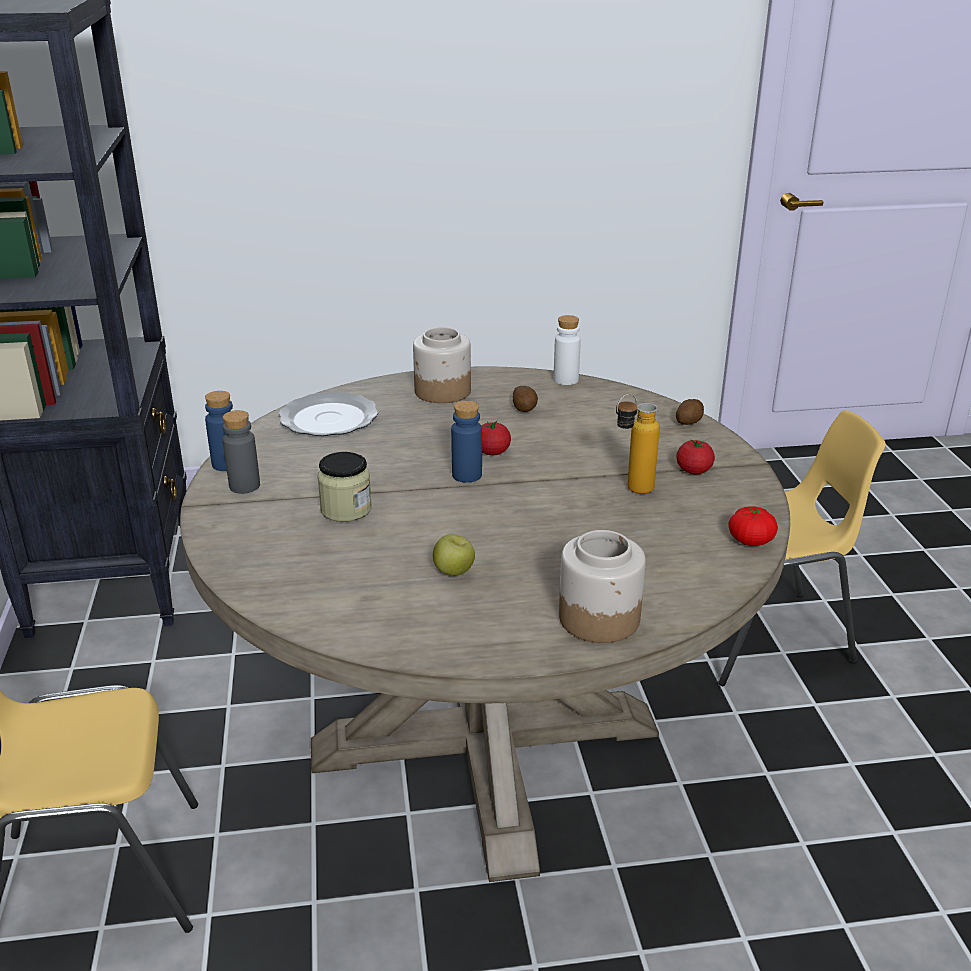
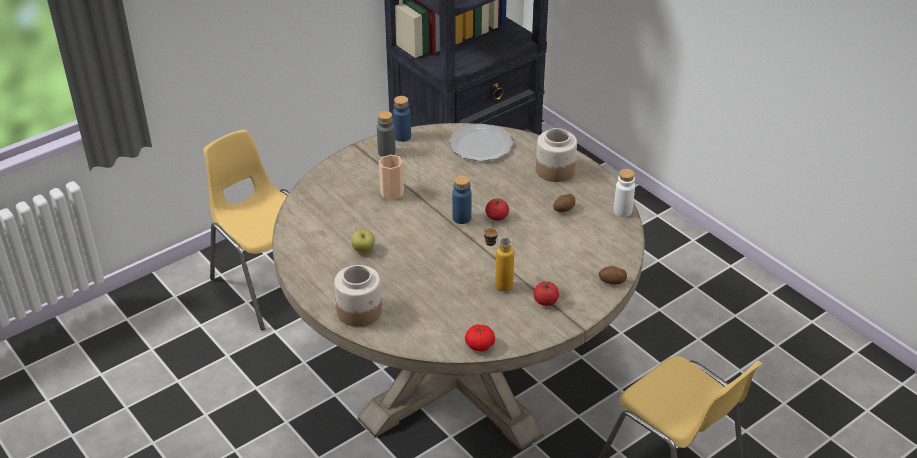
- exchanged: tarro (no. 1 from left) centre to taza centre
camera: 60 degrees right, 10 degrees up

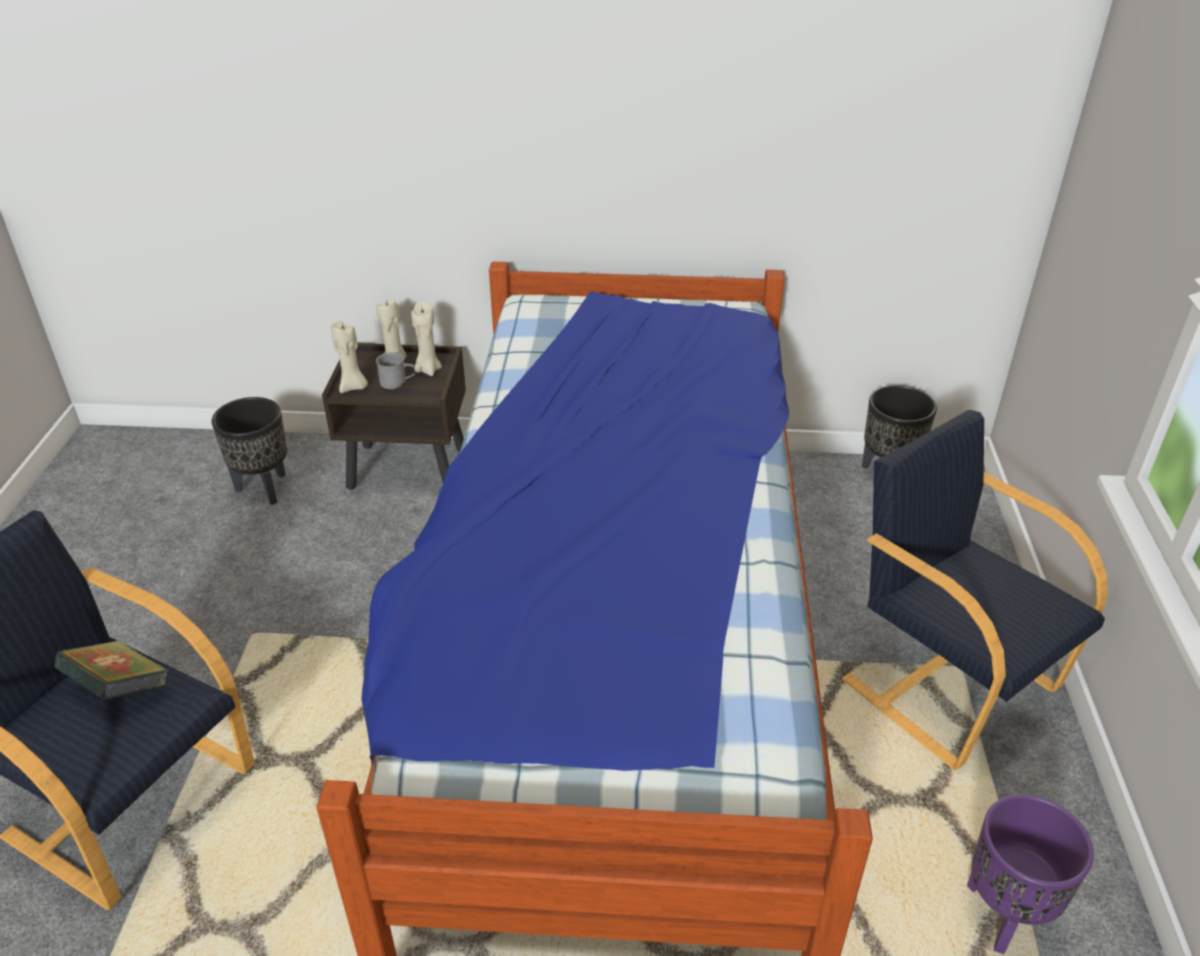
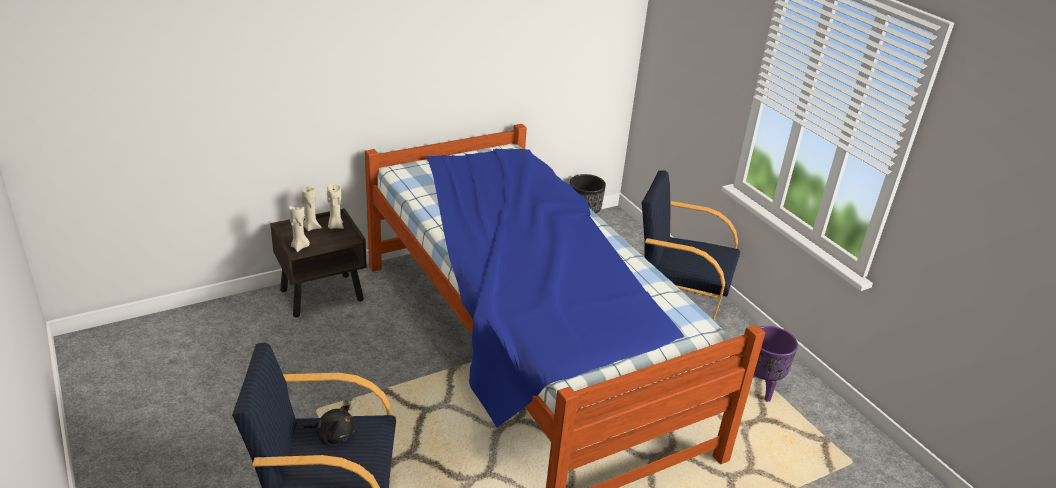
- missing: taza grande (gris) middle left
- missing: maceta (negro) (no. 1 from left) middle left
- exchanged: libro bottom left to peluche (negro) bottom left
camera: 35 degrees left, 5 degrees down

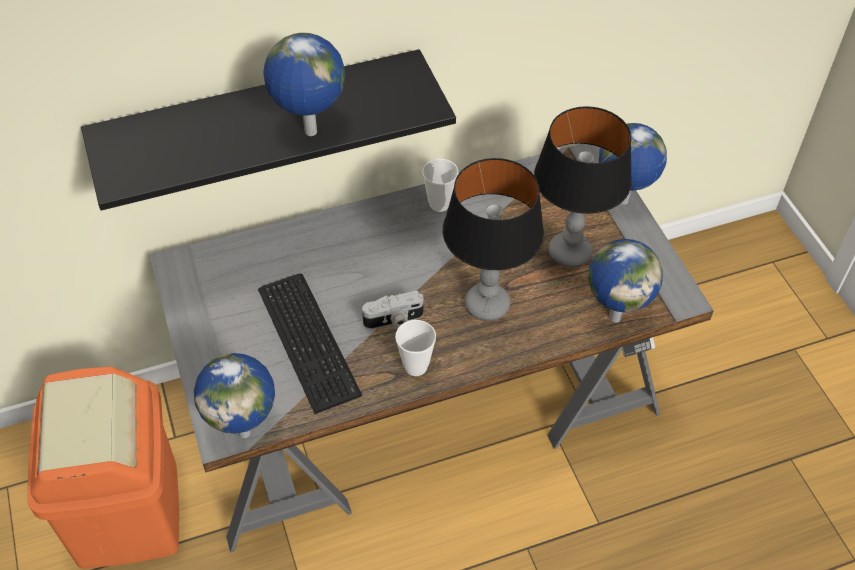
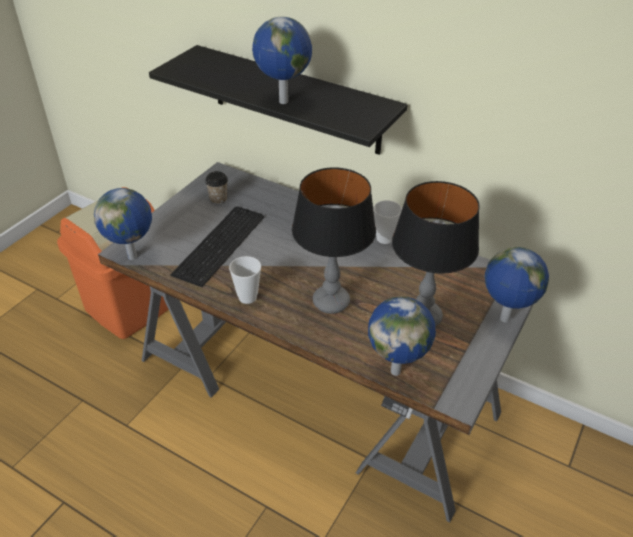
- missing: cámara centre
- appeared: taza (no. 1 from left) centre
camera: 50 degrees right, 10 degrees down

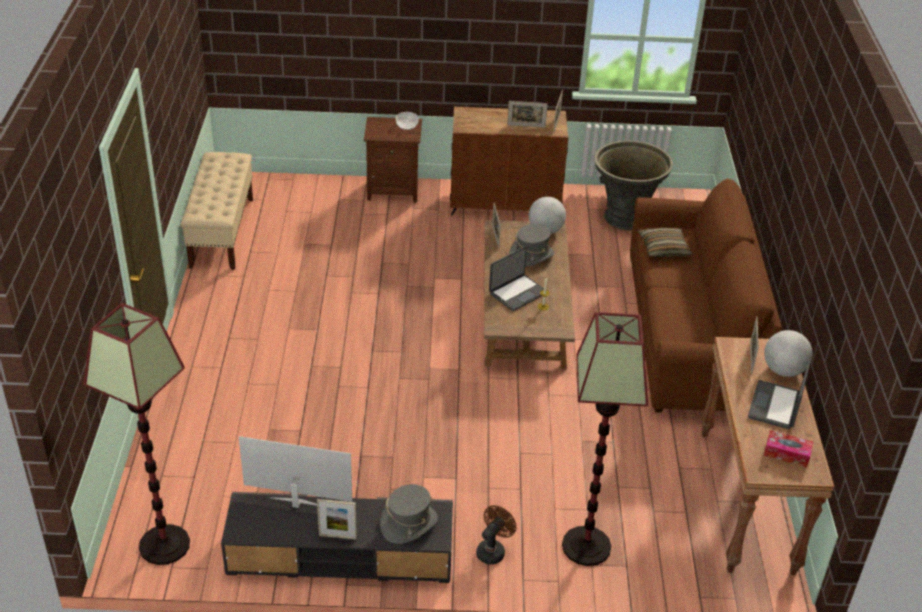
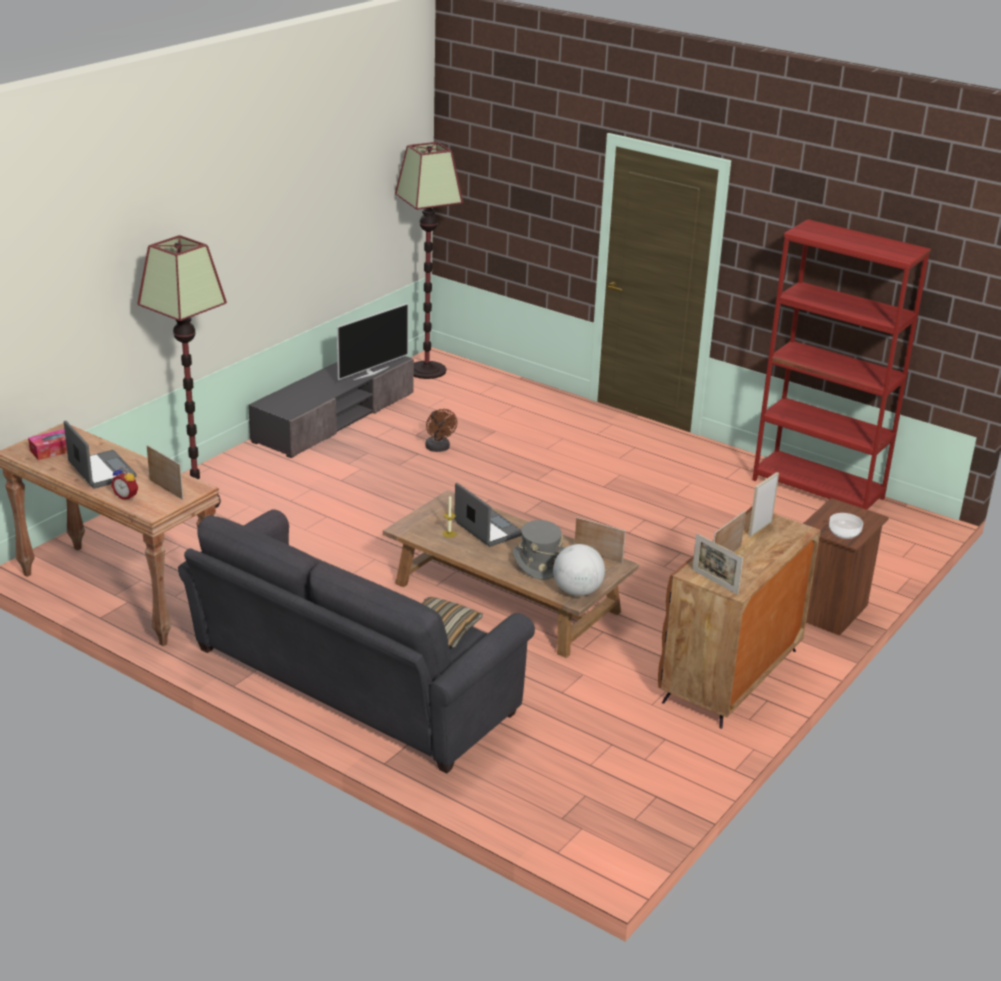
- missing: maceta (gris) top right
- exchanged: banco (beis) middle left to estantería (rojo) middle right
- colour: sofá (marrón) middle right to sofá (gris) centre
- spun: portátil (no. 1 from left in the first image) centre = centre 150 degrees clockwise
- exchanged: globo terráqueo (no. 2 from left) middle right to despertador middle left
- missing: sombrero (gris) (no. 1 from left) bottom centre
- relocated: portarretratos (no. 1 from left in the first image) bottom centre to portarretratos (no. 5 from left) middle right
- relocated: ventilador (marrón) bottom centre to centre
camera: 125 degrees right, 10 degrees down

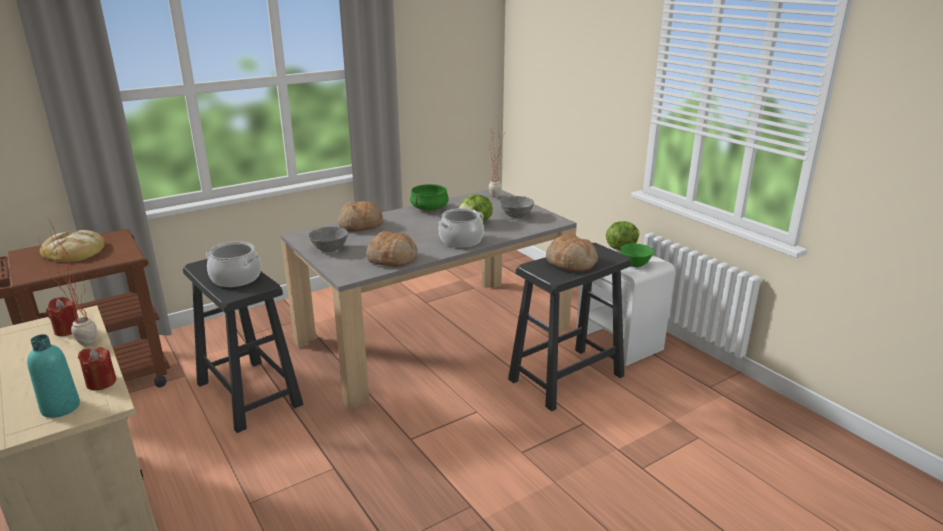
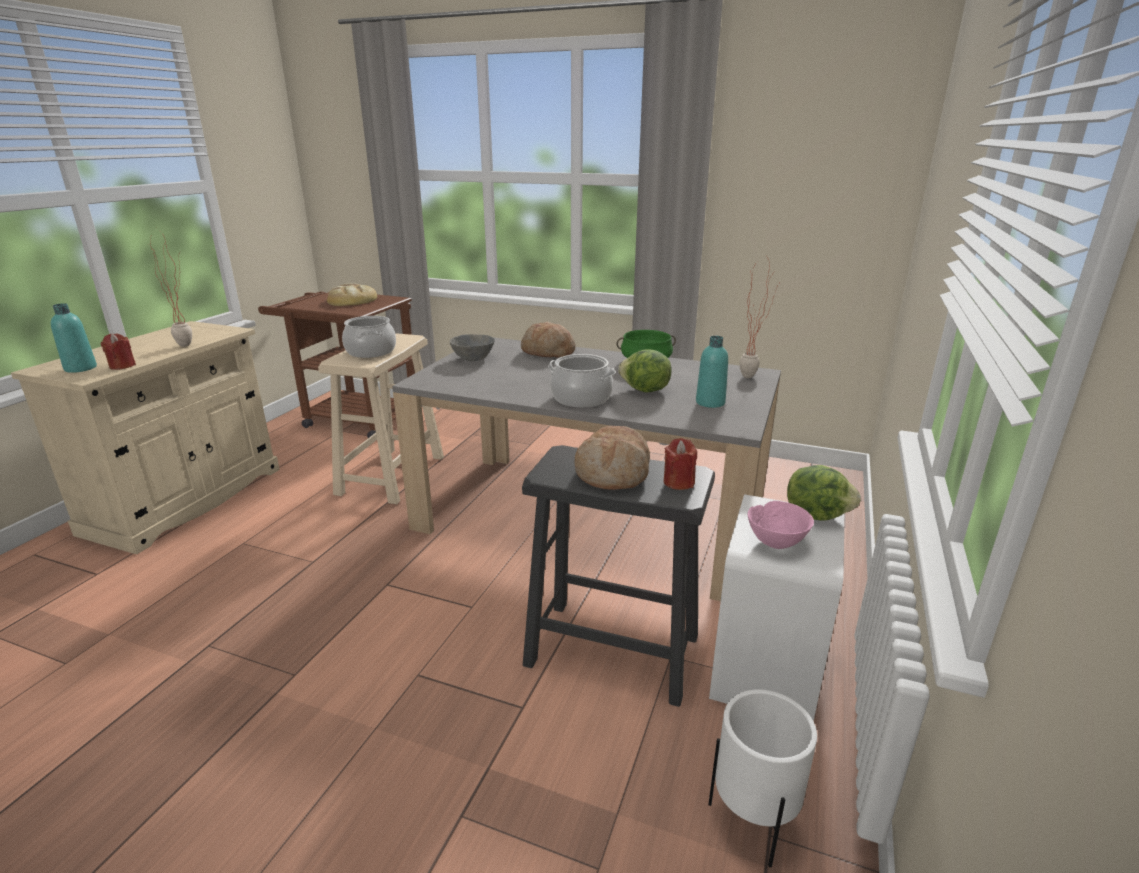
- exchanged: cuenco (gris) (no. 2 from left) centre to botella (turquesa) (no. 2 from left) centre
- missing: pan (no. 3 from left) centre
- colour: cuenco (verde) middle right to cuenco (rosa) middle right
- colour: taburete (negro) (no. 1 from left) middle left to taburete (beis) centre
- relocated: vela (rojo) (no. 1 from left in the first image) middle left to vela (rojo) (no. 2 from left) centre
- appeared: maceta (blanco) bottom right
camera: 55 degrees right, 0 degrees up

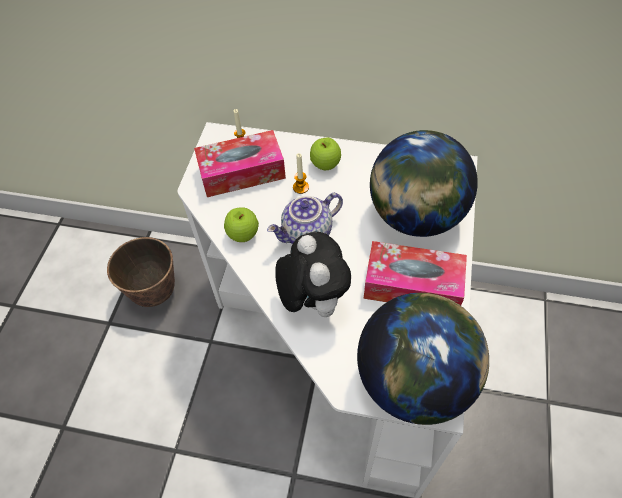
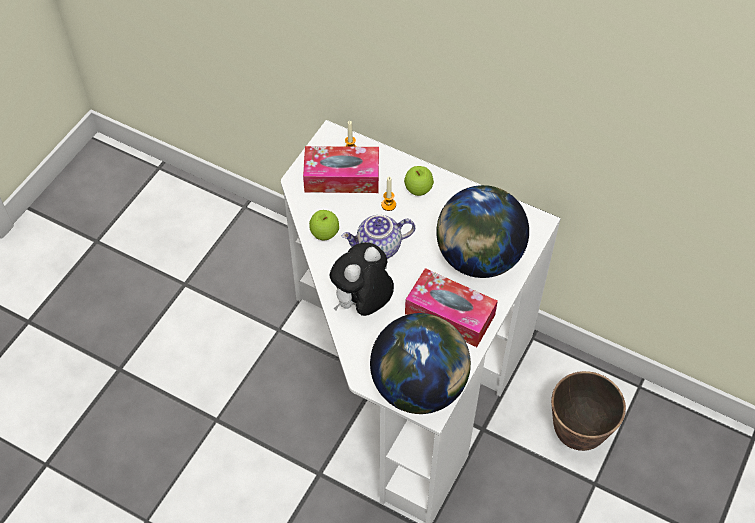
- spun: peluche centre = centre 135 degrees counterclockwise
- relocated: maceta middle left to bottom right
camera: 15 degrees right, 0 degrees up

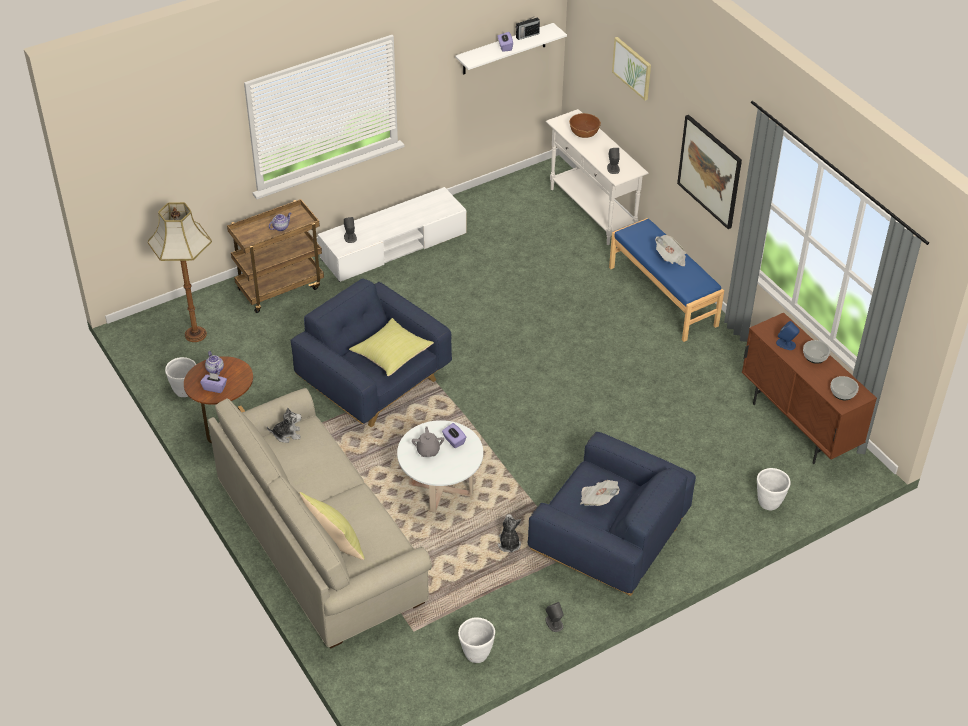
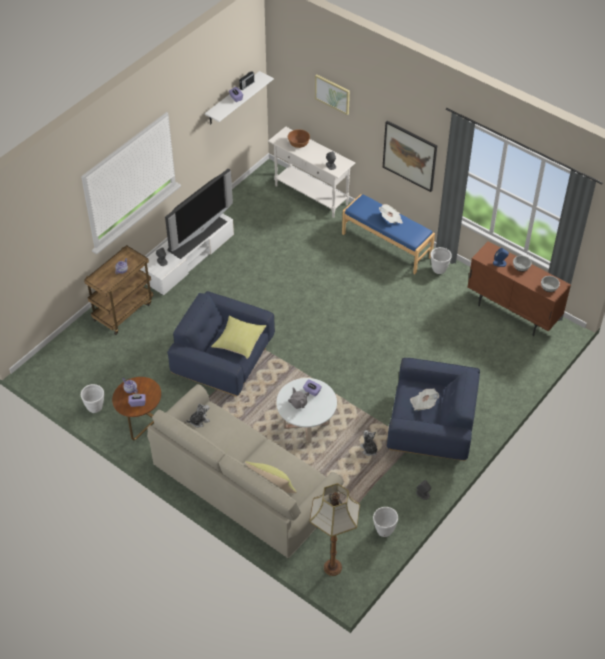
- relocated: lámpara de pie middle left to bottom centre
- relocated: maceta (blanco) (no. 3 from left) bottom right to middle right
- appeared: televisor top left
camera: 20 degrees left, 5 degrees up

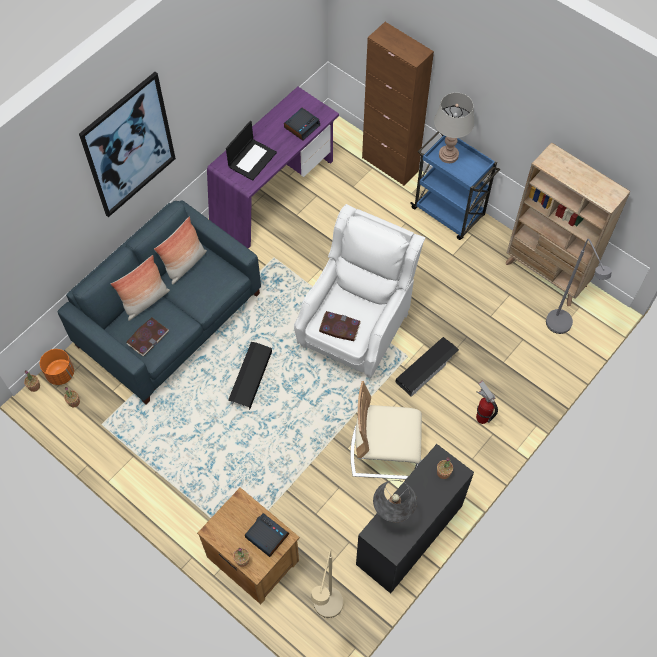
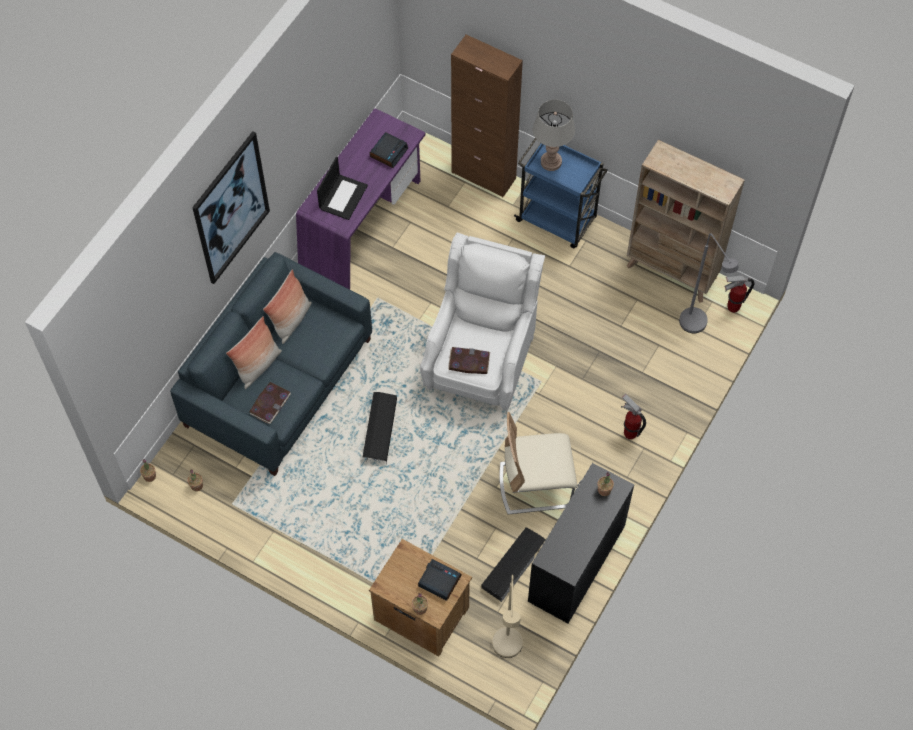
- relocated: caja de almacenaje (negro) (no. 2 from left) centre to bottom centre
- missing: maceta (naranja) middle left
- missing: lámpara de mesa (gris) (no. 1 from left) bottom centre
- appeared: extintor (no. 2 from left) middle right
camera: 10 degrees left, 0 degrees up

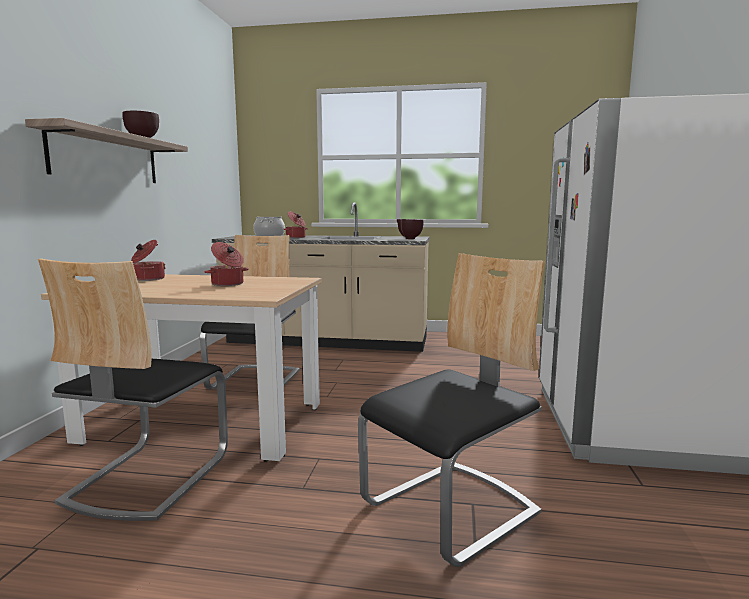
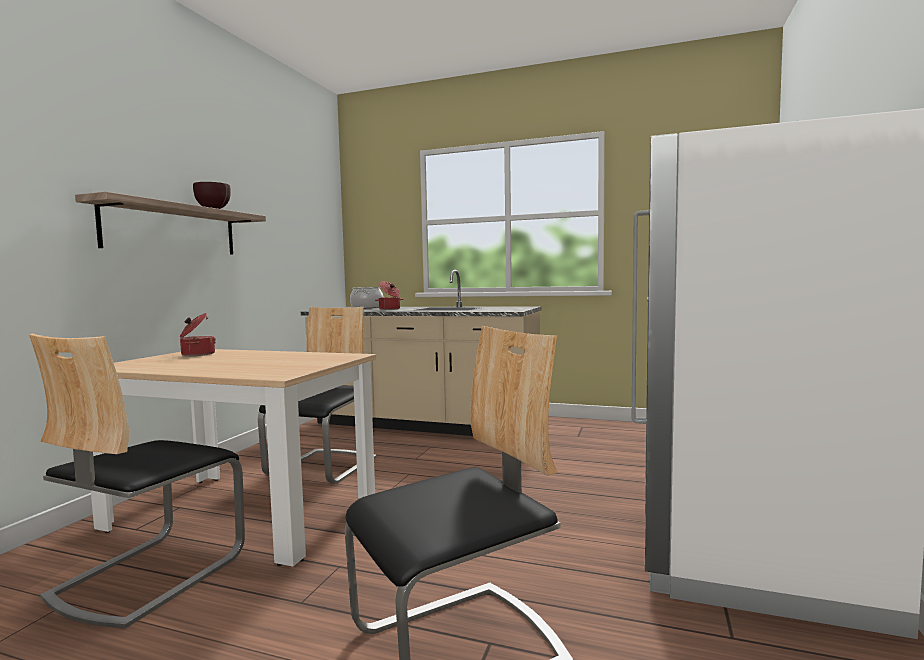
- missing: cuenco (marrón) (no. 2 from left) centre
- missing: olla (no. 2 from left) middle left
camera: 10 degrees right, 5 degrees down

